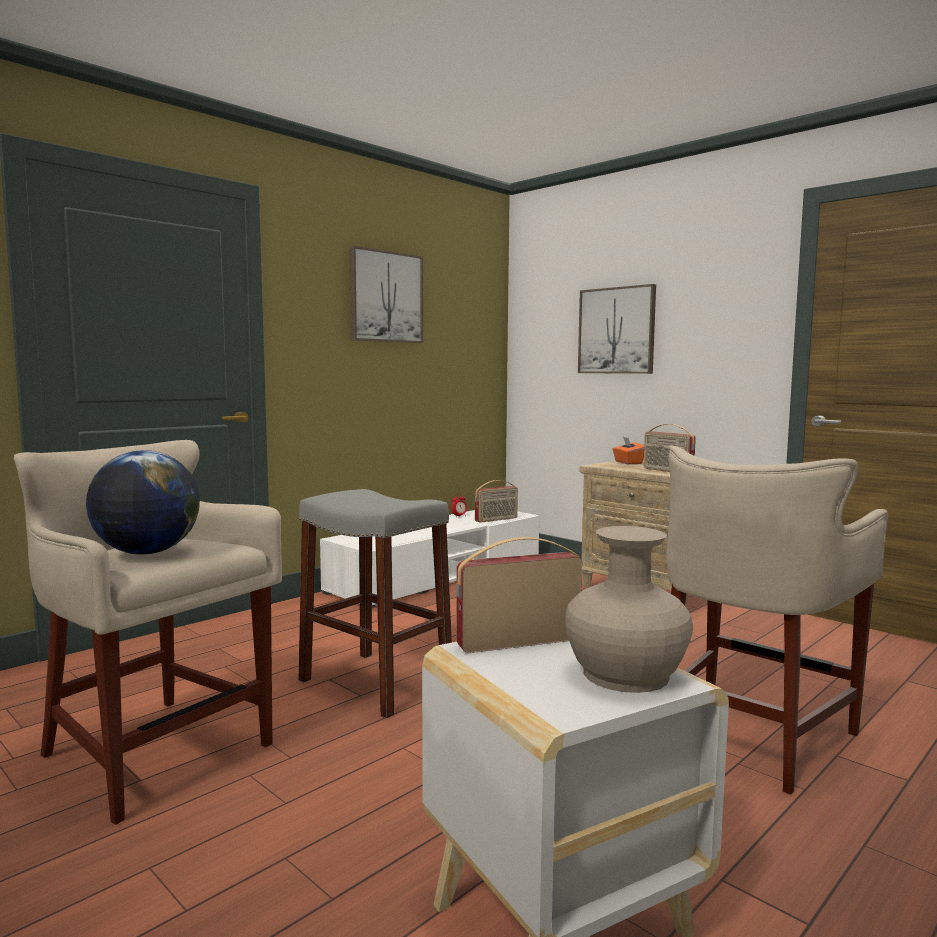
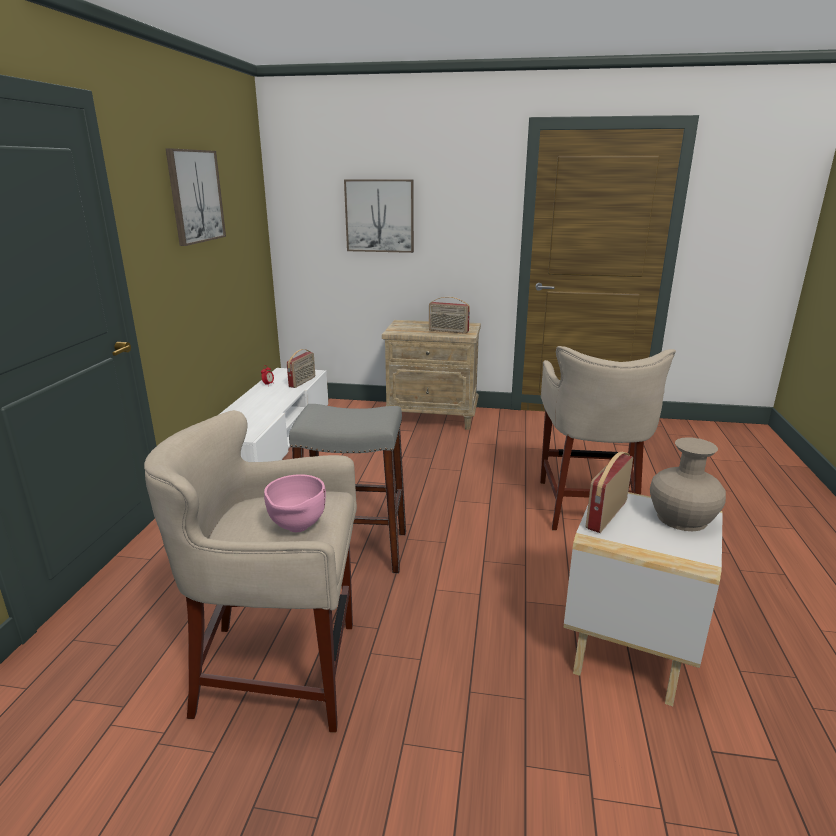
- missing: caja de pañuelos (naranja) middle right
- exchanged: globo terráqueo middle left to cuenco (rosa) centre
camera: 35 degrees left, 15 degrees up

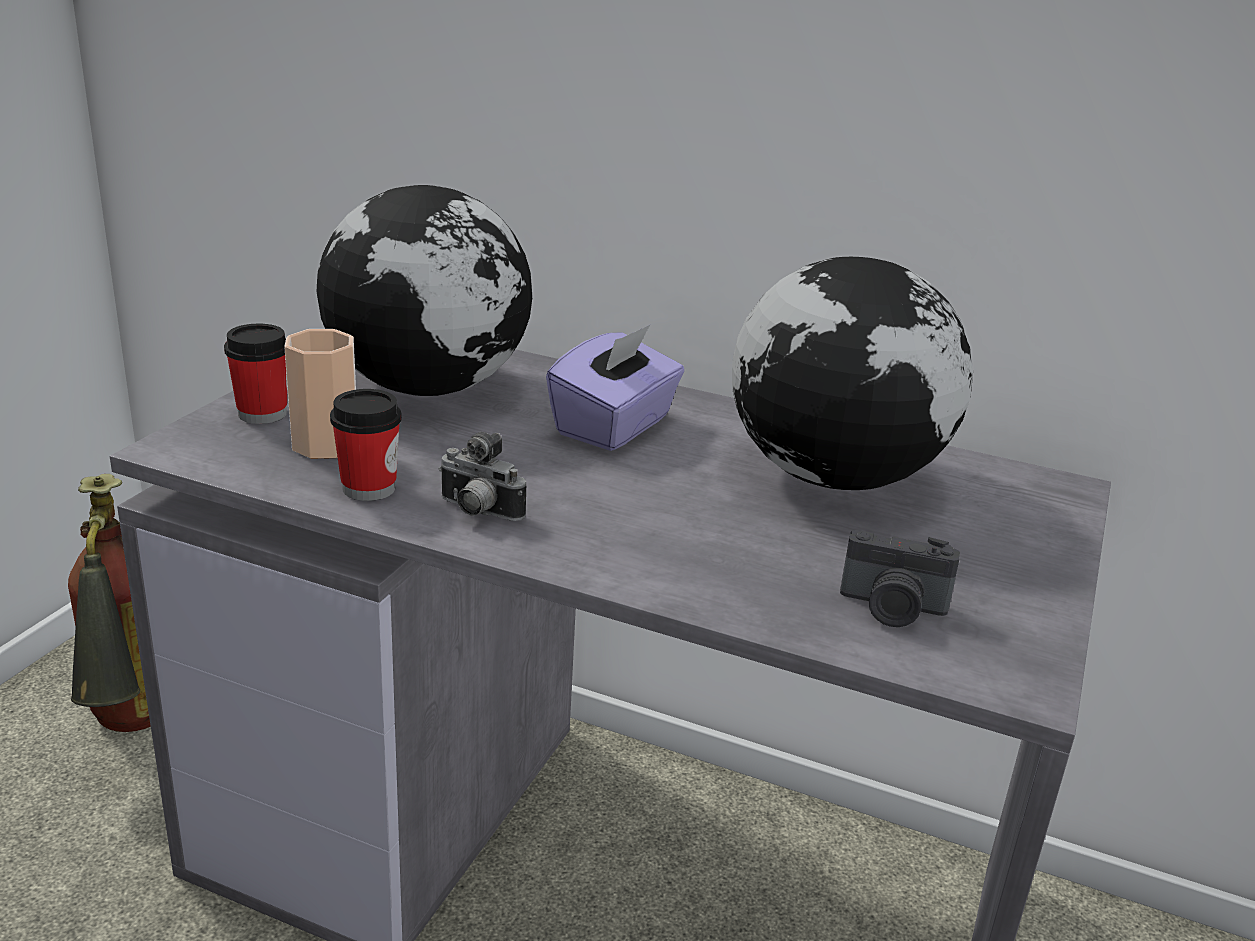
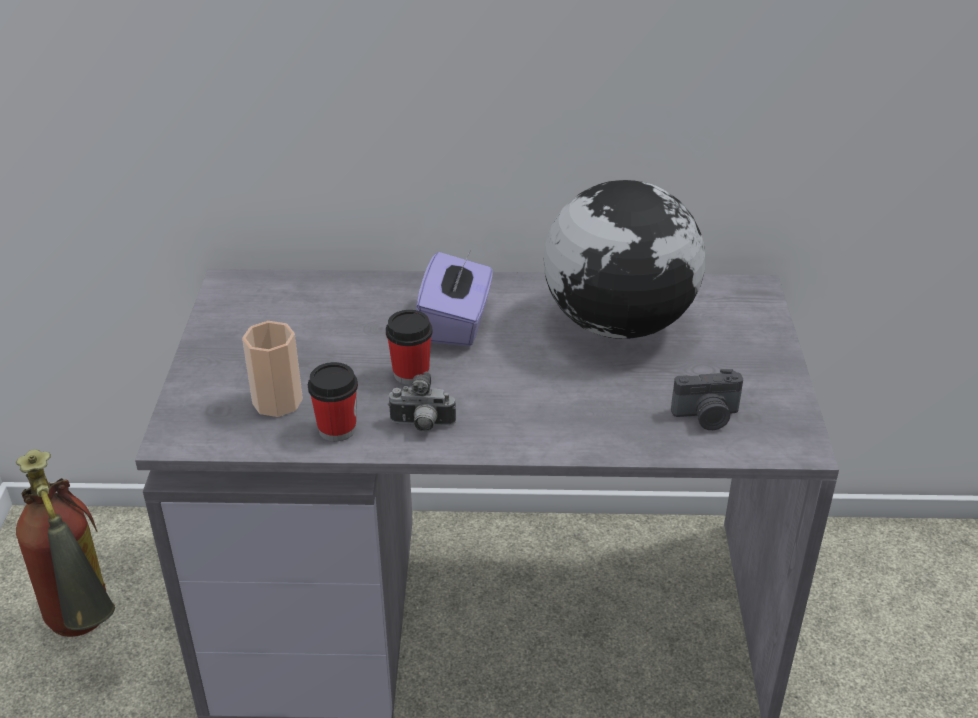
- missing: globo terráqueo (no. 1 from left) top centre
- relocated: taza (no. 1 from left in the first image) middle left to taza (no. 3 from left) centre
camera: 20 degrees left, 10 degrees up

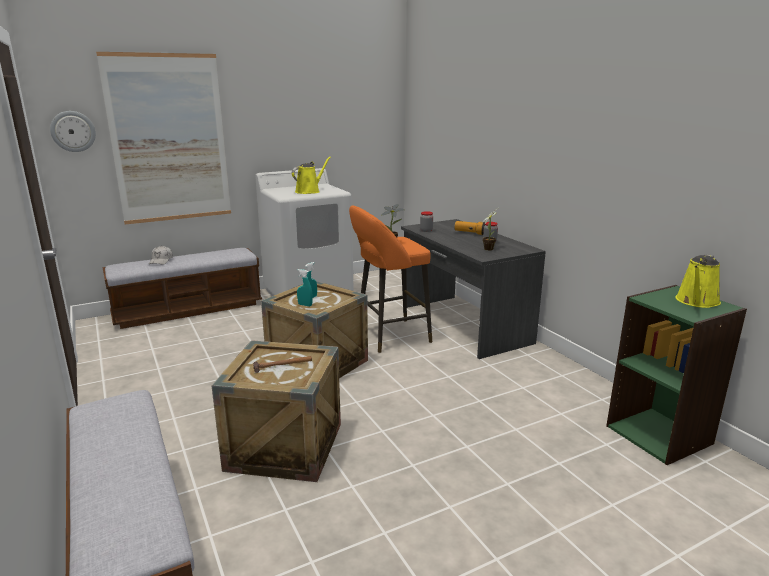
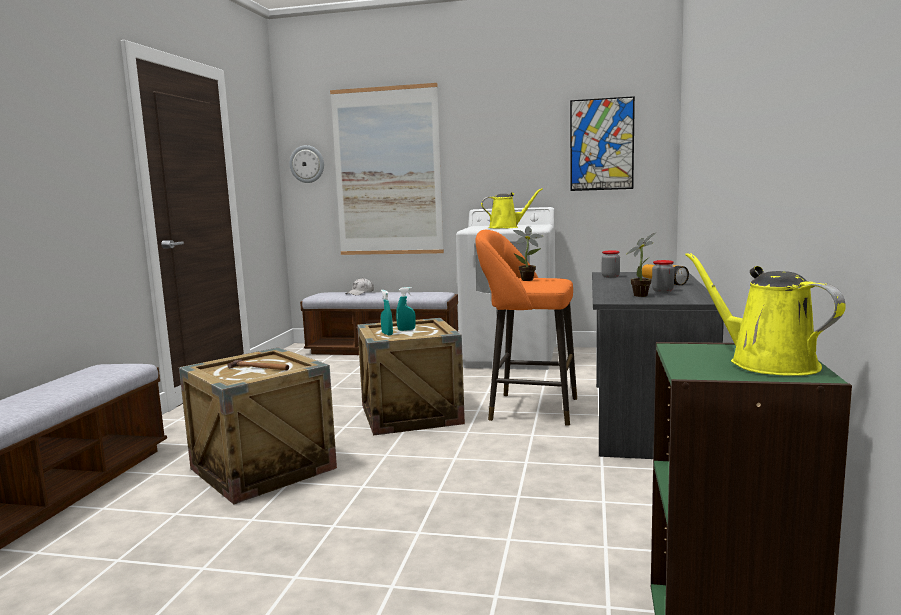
- spun: regadera (amarillo) (no. 2 from left) middle right = middle right 75 degrees clockwise
- appeared: cuadro (no. 2 from left) top right
camera: 40 degrees right, 10 degrees down

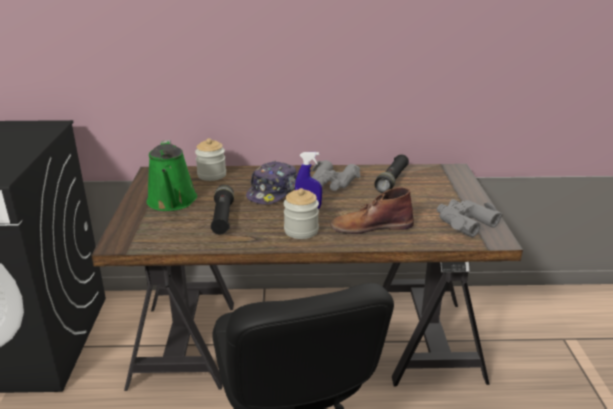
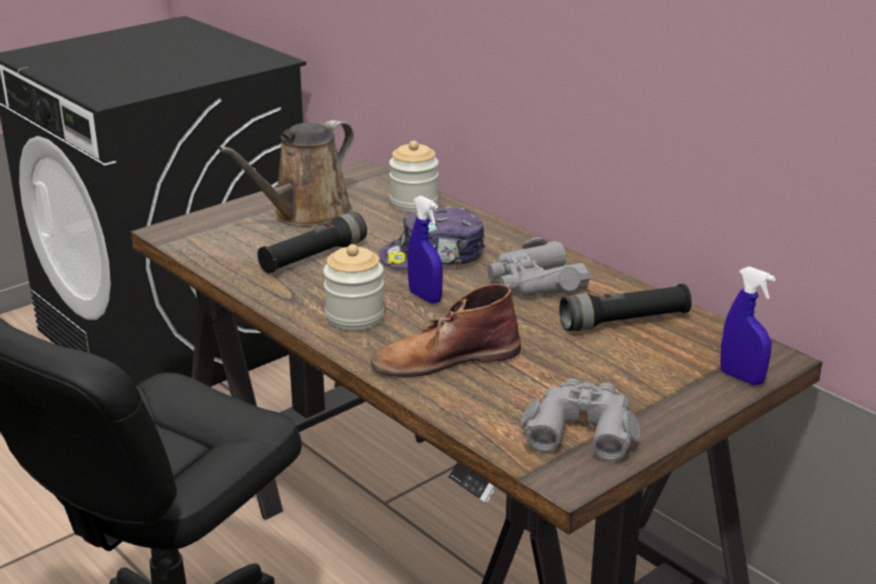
- colour: regadera (verde) middle left to regadera (marrón) top left
- spun: bota (marrón) centre = centre 60 degrees counterclockwise
- appeared: pulverizador (azul) (no. 2 from left) middle right
camera: 50 degrees right, 0 degrees up

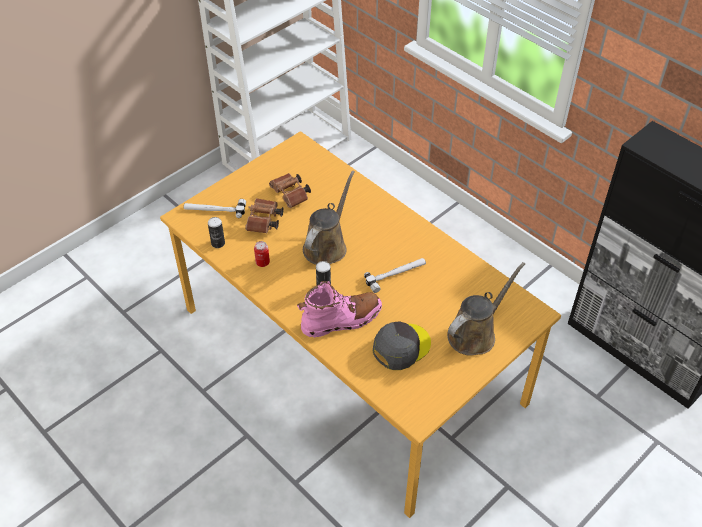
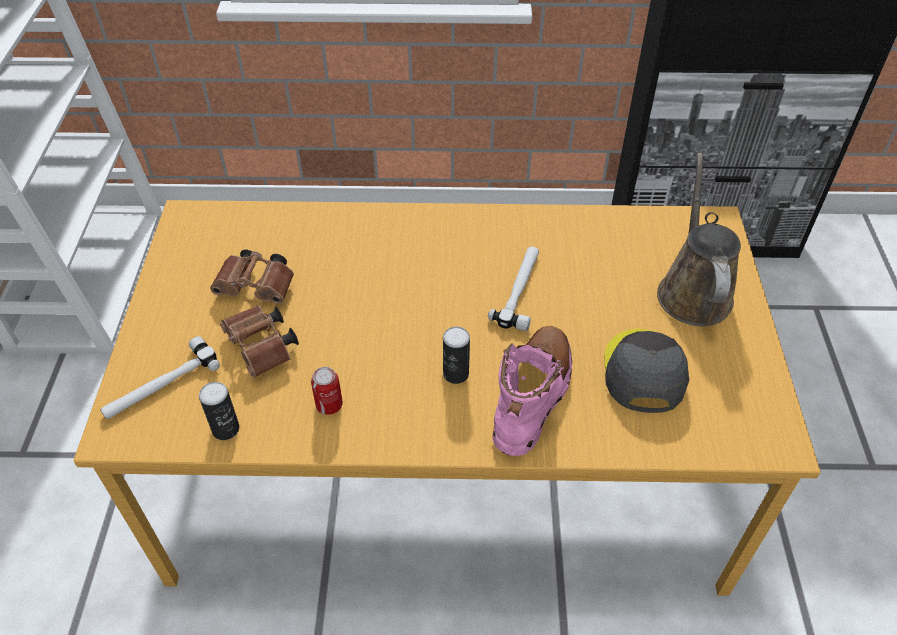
- missing: regadera (marrón) (no. 1 from left) centre
camera: 45 degrees left, 0 degrees up

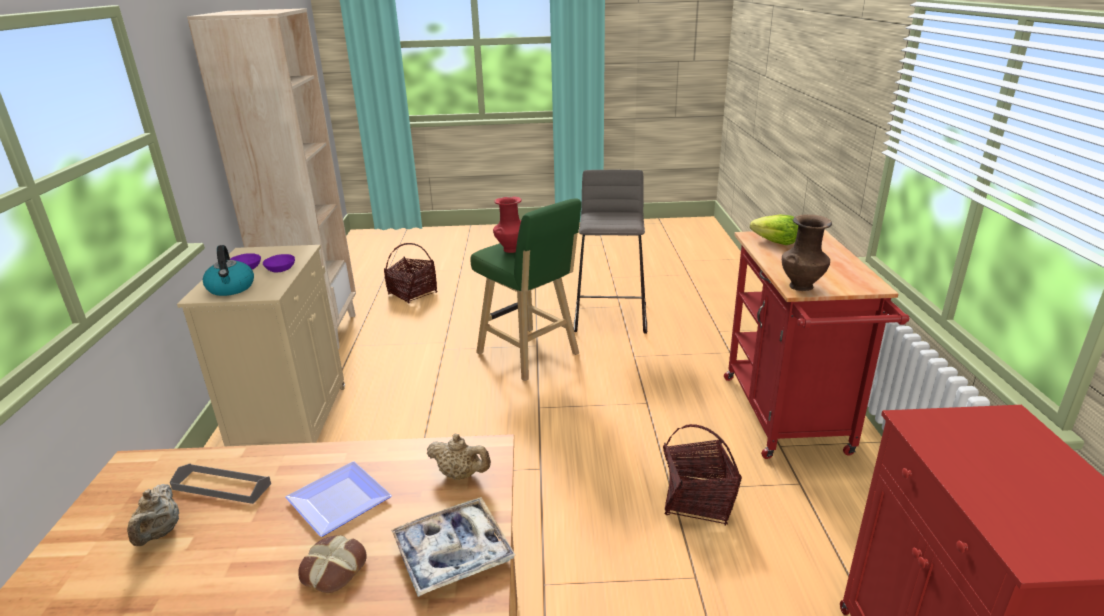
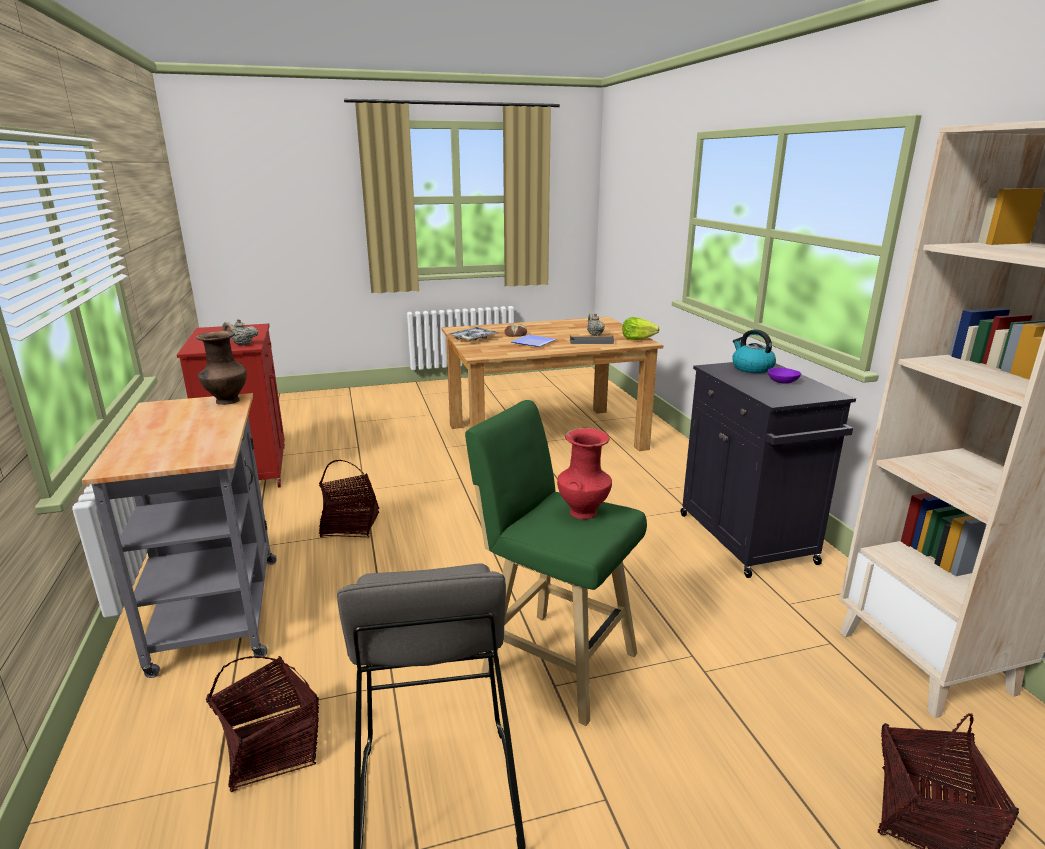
- relocated: lechuga middle right to centre
- colour: carrito (rojo) middle right to carrito (gris) middle left
- colour: armario (beis) middle left to armario (negro) middle right
- missing: cuenco (morado) (no. 2 from left) middle left
- relocated: tetera (beis) (no. 2 from left in the first image) bottom centre to tetera (beis) (no. 1 from left) middle left
- appeared: cesta (no. 1 from left) bottom left
camera: 165 degrees right, 5 degrees down

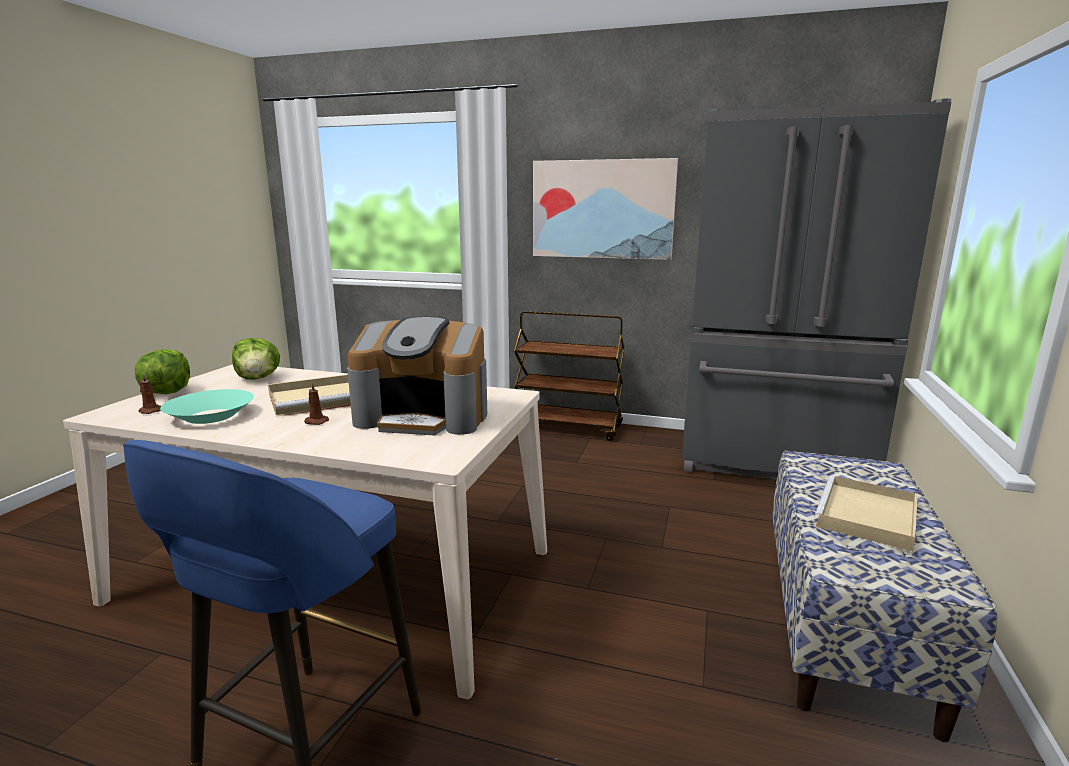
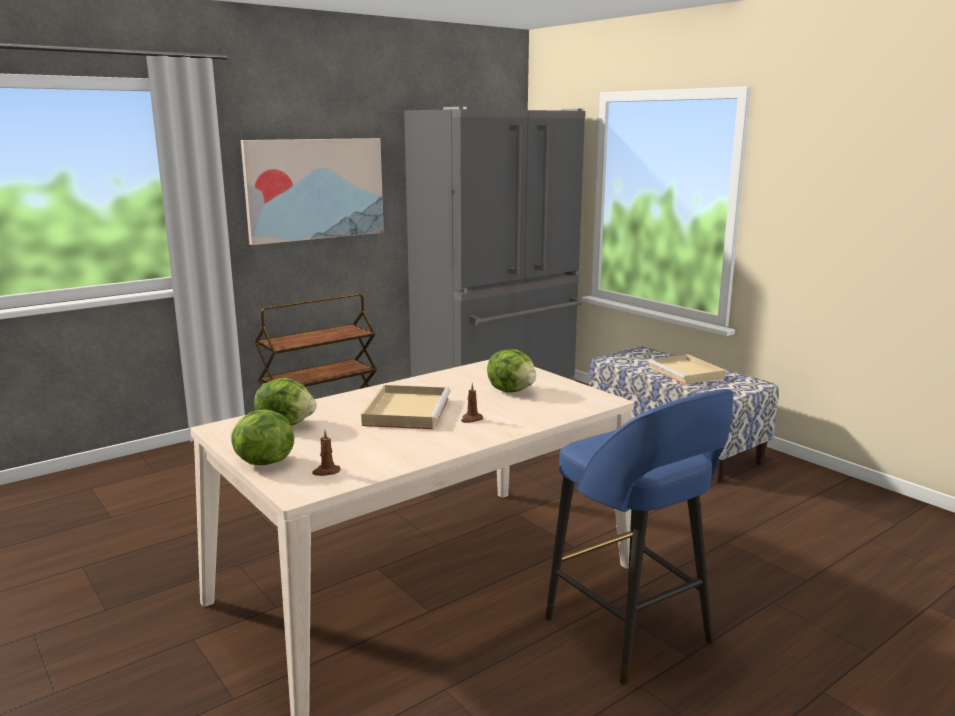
- exchanged: cafetera centre to lechuga (no. 3 from left) centre
- missing: cuenco (turquesa) middle left
camera: 55 degrees left, 0 degrees up

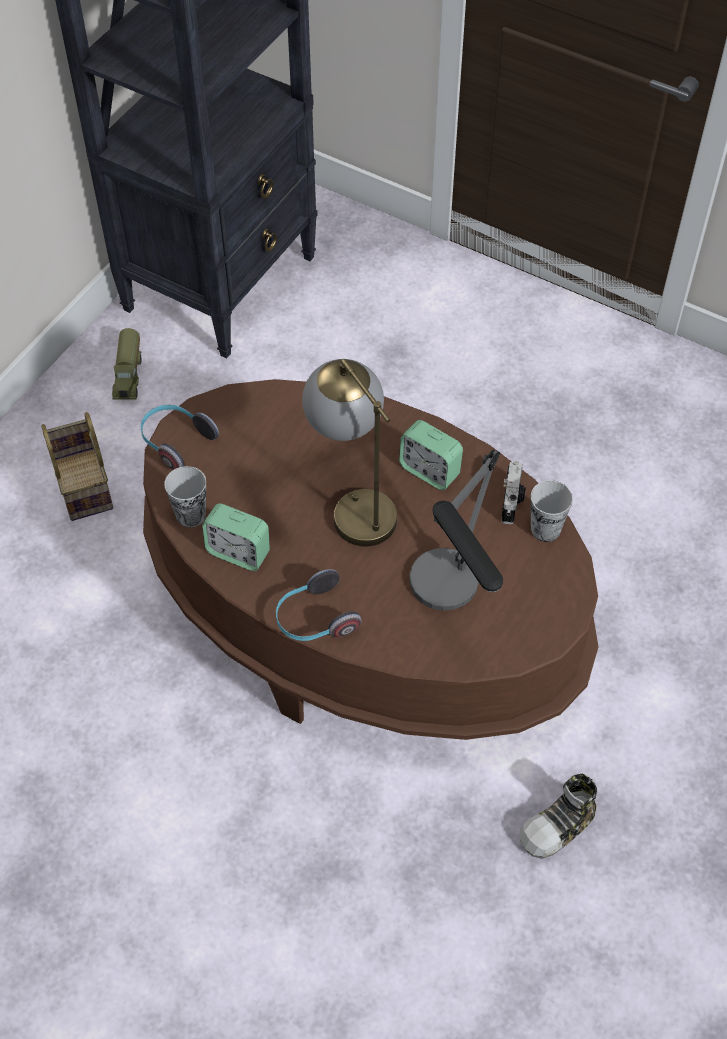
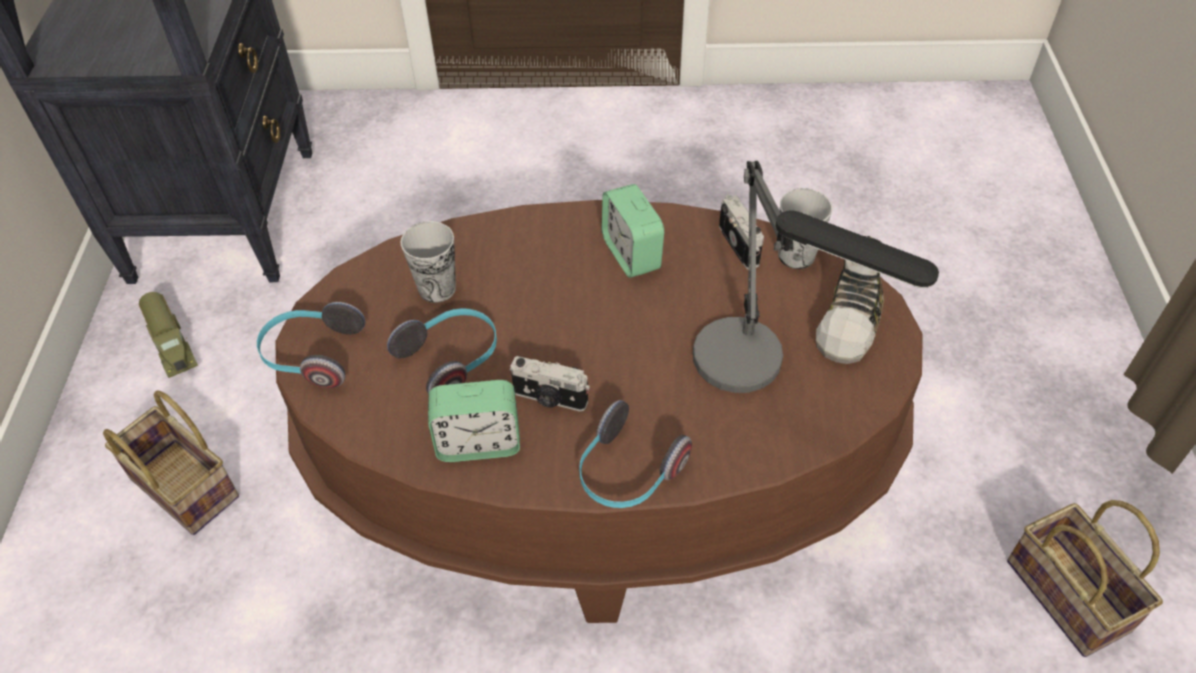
- missing: lámpara de mesa (no. 1 from left) centre
- spun: despertador (no. 2 from left) centre = centre 60 degrees clockwise
- relocated: taza (no. 1 from left) middle left to centre
- relocated: zapato bottom right to middle right
- appeared: auriculares (no. 2 from left) centre
- appeared: cámara (no. 1 from left) centre
- appeared: cesta (no. 2 from left) bottom right
camera: 30 degrees left, 5 degrees down

